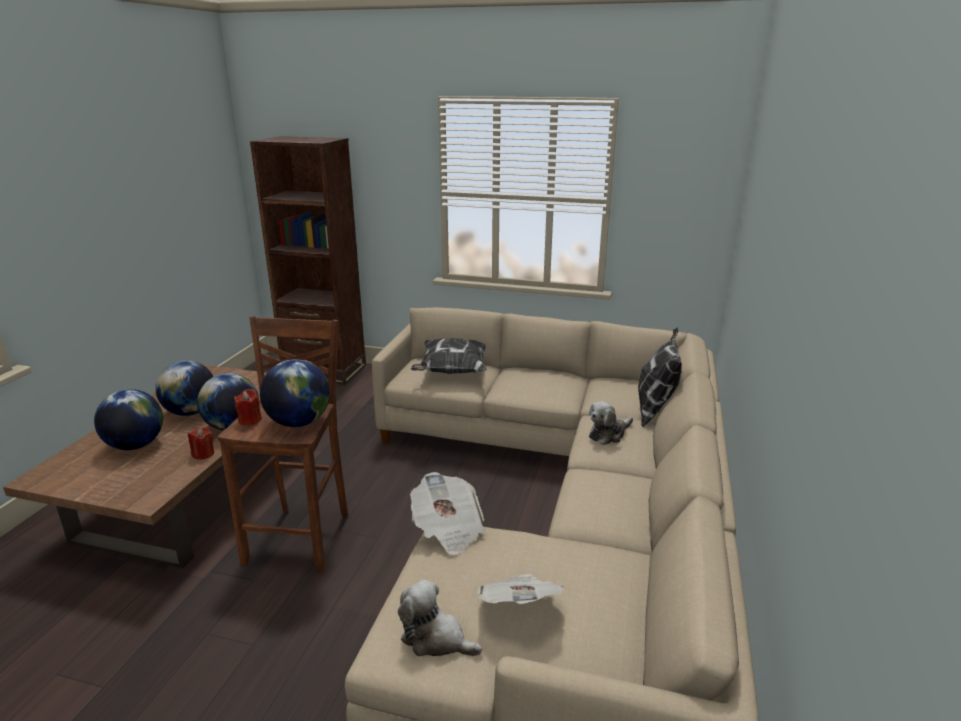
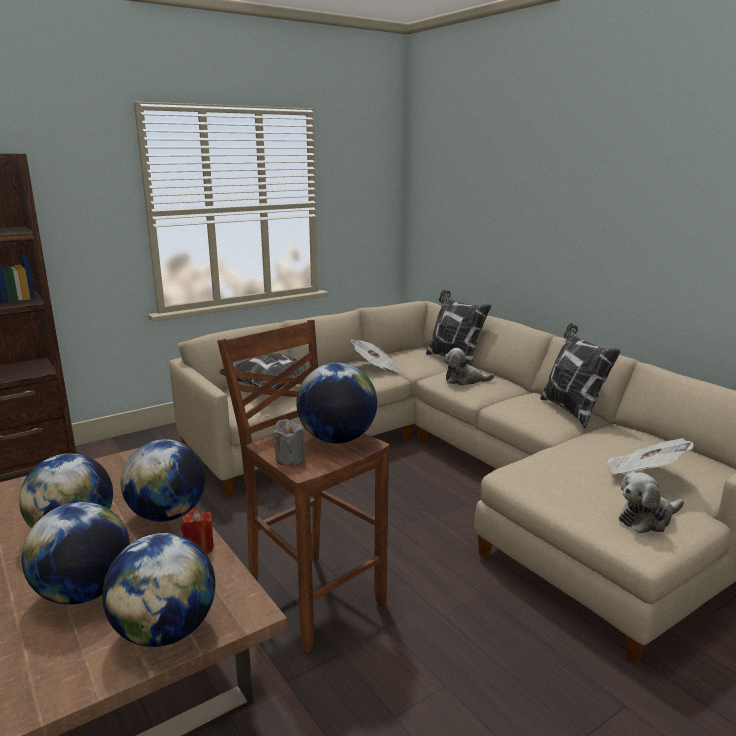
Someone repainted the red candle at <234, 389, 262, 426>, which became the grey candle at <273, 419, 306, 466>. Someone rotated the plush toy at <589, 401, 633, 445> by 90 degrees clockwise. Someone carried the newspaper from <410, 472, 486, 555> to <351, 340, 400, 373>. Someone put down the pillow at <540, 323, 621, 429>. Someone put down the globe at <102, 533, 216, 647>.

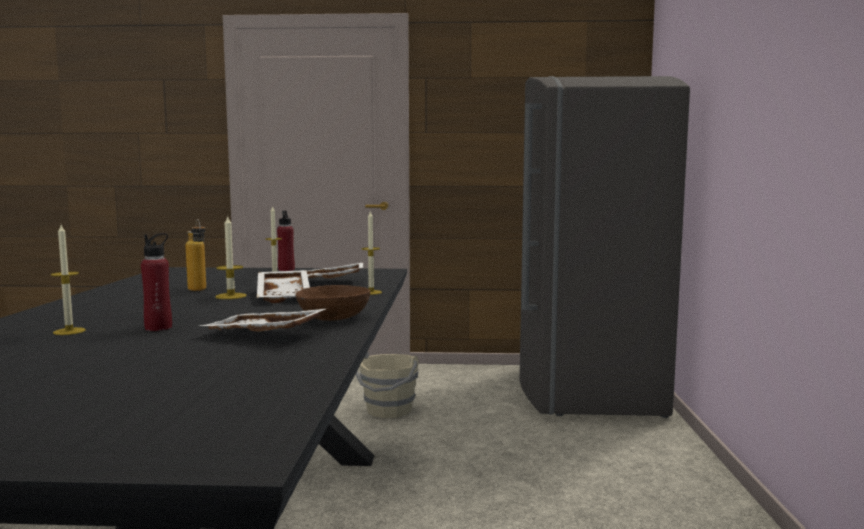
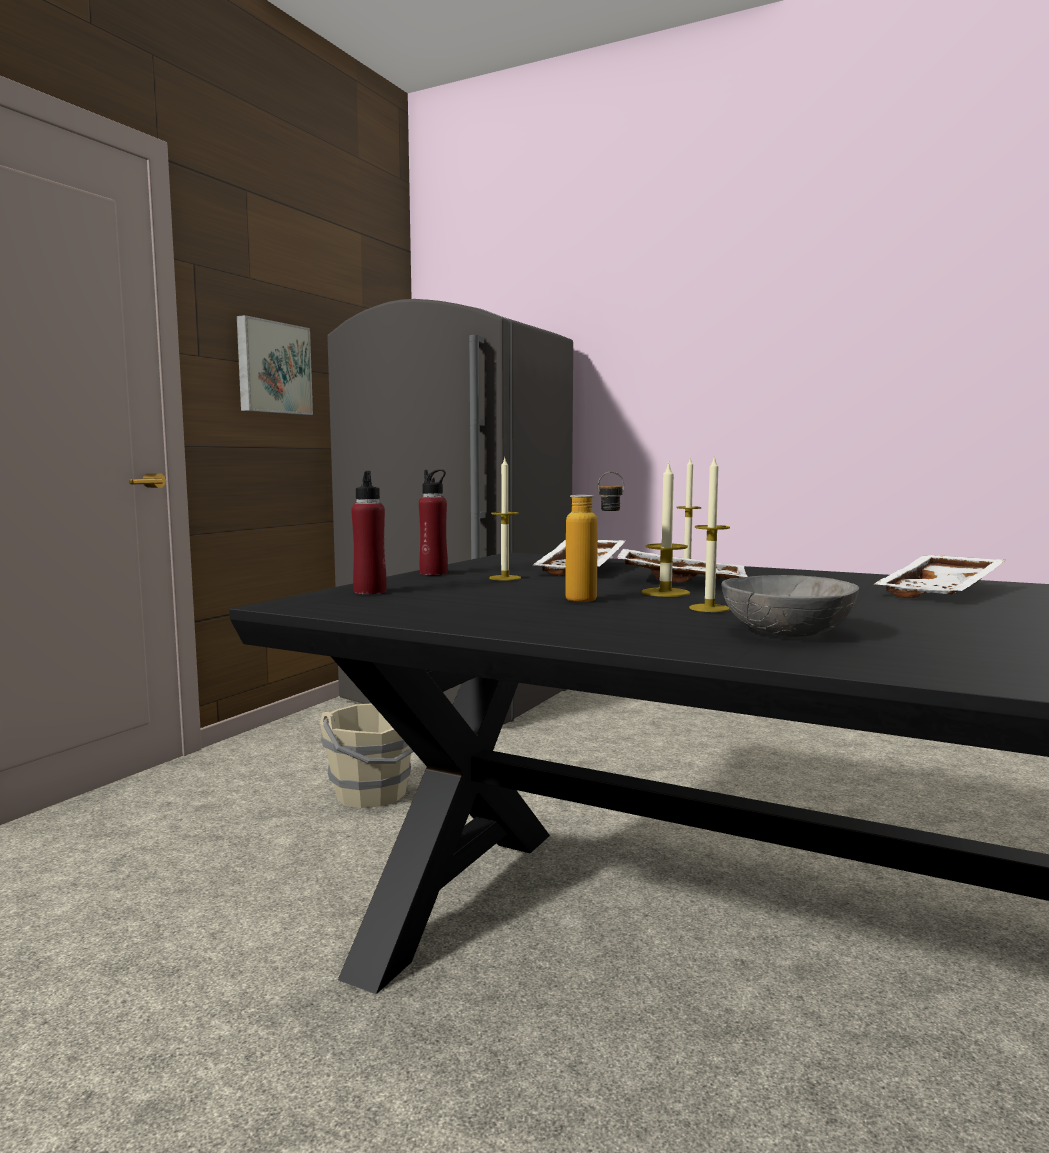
Someone carried the candle from <51, 225, 86, 335> to <689, 456, 730, 612>. Someone carried the red bottle from <141, 233, 172, 331> to <351, 471, 387, 594>. Someone took away the brown bowl at <295, 285, 370, 321>. Someone put up the picture at <237, 315, 313, 415>. Someone put down the grey bowl at <721, 575, 859, 637>.

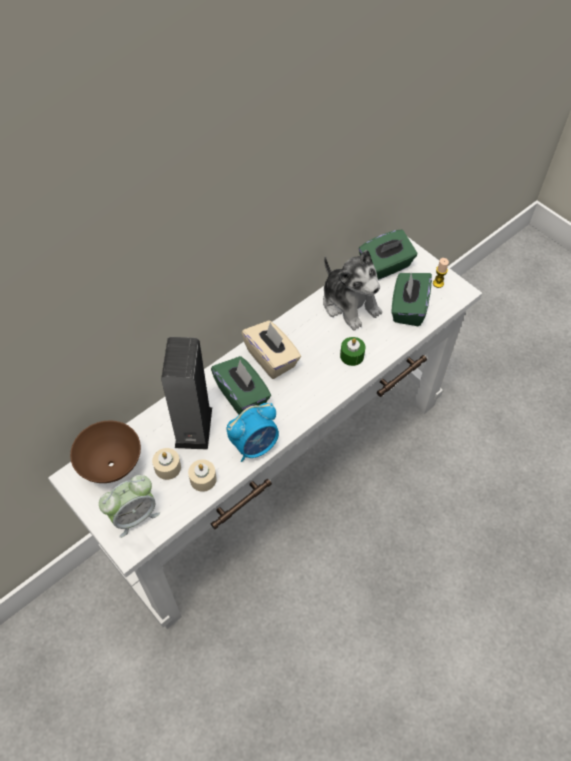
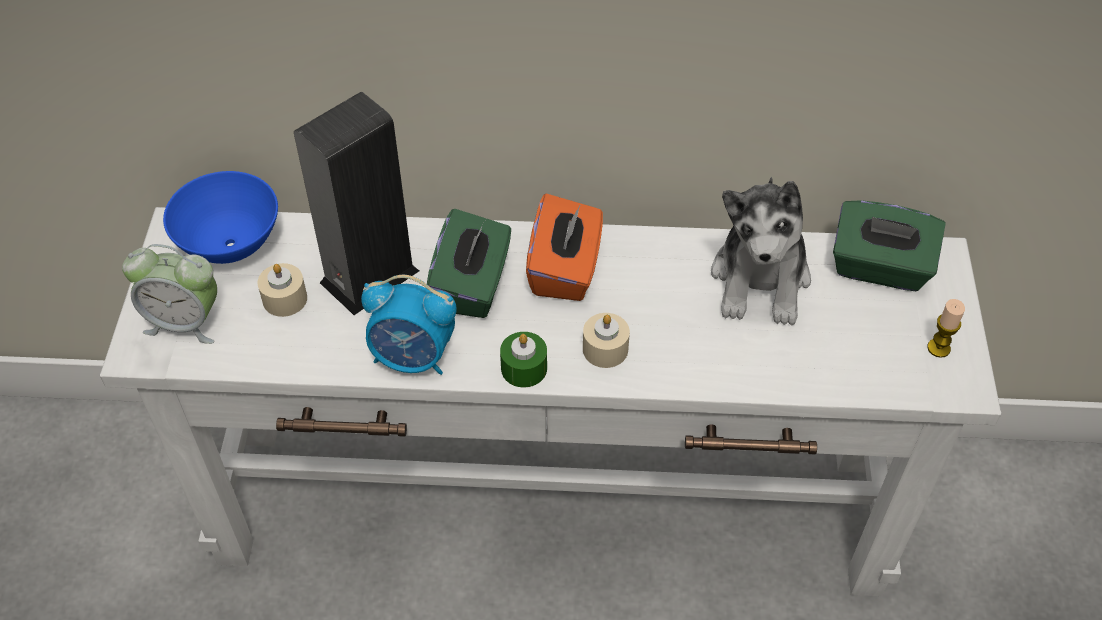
Someone took away the green tissue box at <392, 273, 432, 326>. Someone repainted the beige tissue box at <242, 320, 301, 379>, which became the orange tissue box at <526, 194, 603, 301>. Someone carried the green candle from <340, 337, 366, 366> to <500, 332, 547, 387>. Someone repainted the brown bowl at <70, 421, 141, 483>, which became the blue bowl at <163, 171, 278, 264>. Someone carried the beige candle from <188, 460, 217, 492> to <583, 313, 630, 368>.

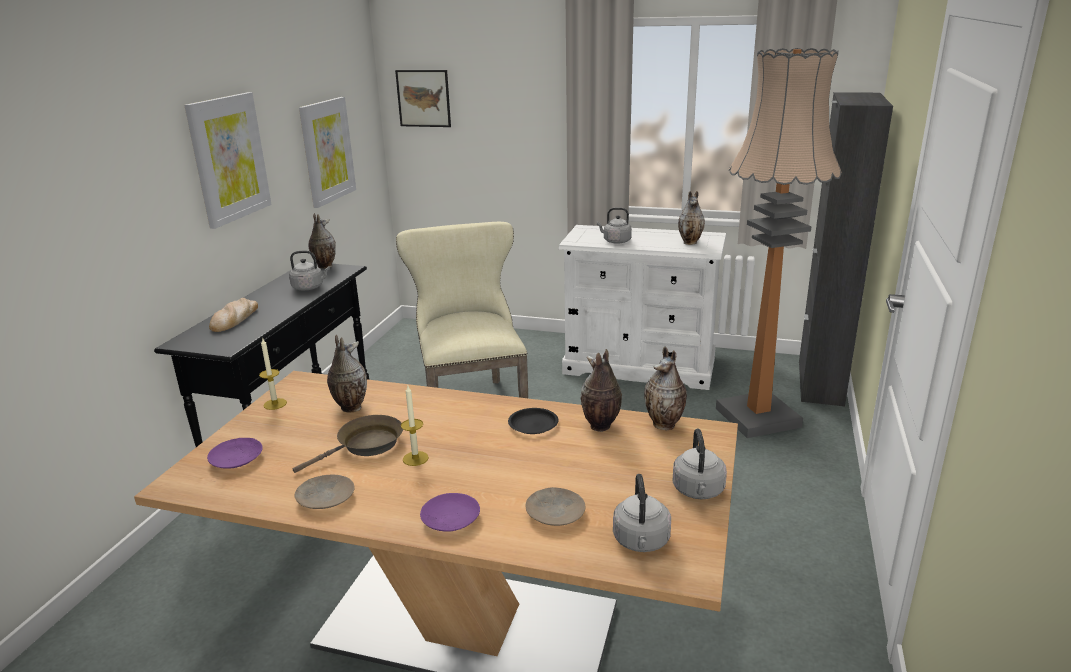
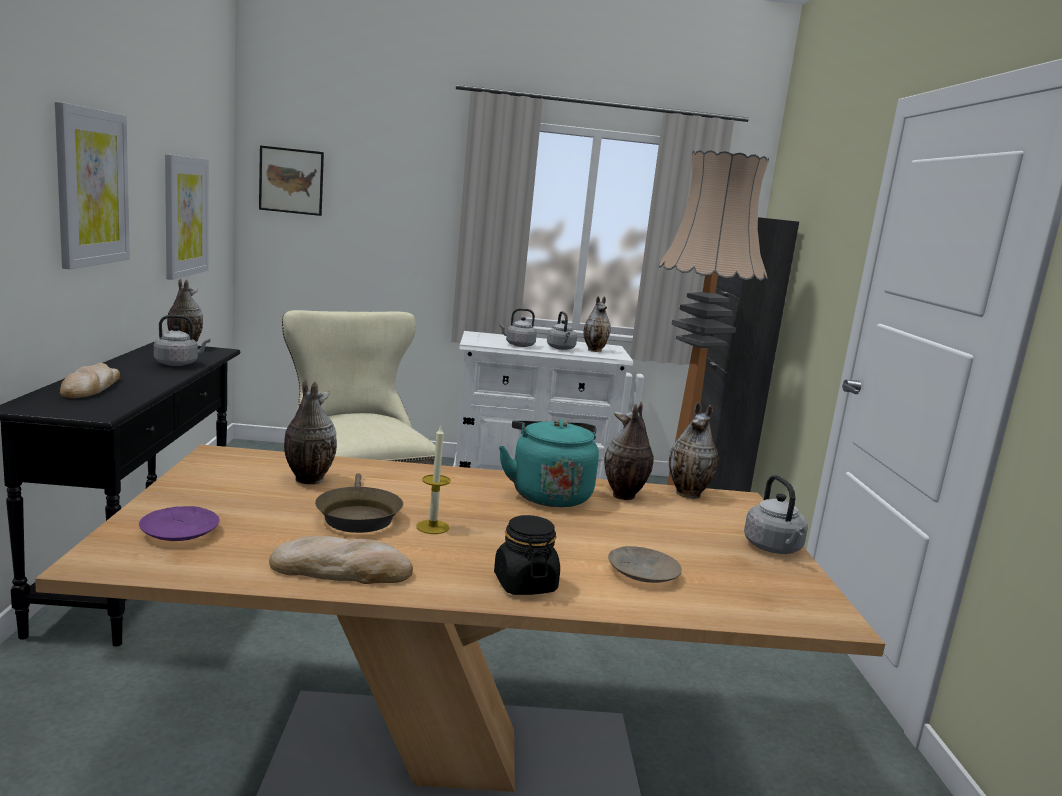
Someone took away the candle at <259, 339, 287, 410>. Someone swapped the black plate at <508, 408, 558, 434> for the turquoise kettle at <499, 419, 599, 507>. Someone rotated the brown frying pan at <293, 415, 403, 473> by 135 degrees clockwise. Someone carried the grey kettle from <613, 474, 671, 552> to <547, 311, 577, 350>. Someone swapped the beige plate at <295, 475, 355, 509> for the bread at <269, 536, 413, 584>. Someone swapped the purple plate at <420, 493, 480, 532> for the black jar at <494, 515, 560, 595>.

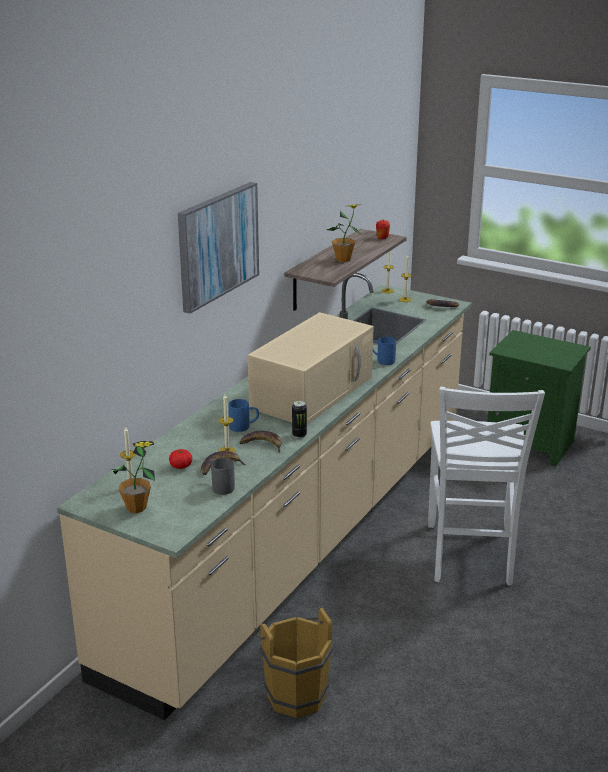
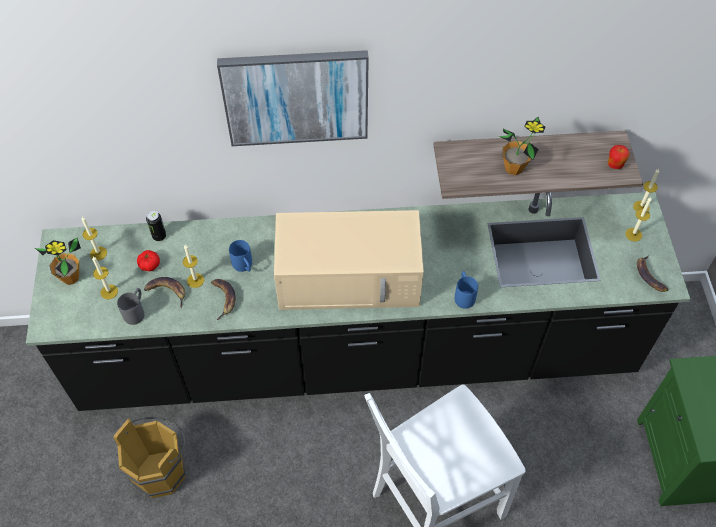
Someone repainted the beige counter at <57, 273, 472, 720>, which became the black counter at <26, 192, 690, 411>. Someone carried the can from <292, 401, 307, 438> to <146, 211, 166, 241>. Someone put down the candle at <92, 256, 118, 299>.

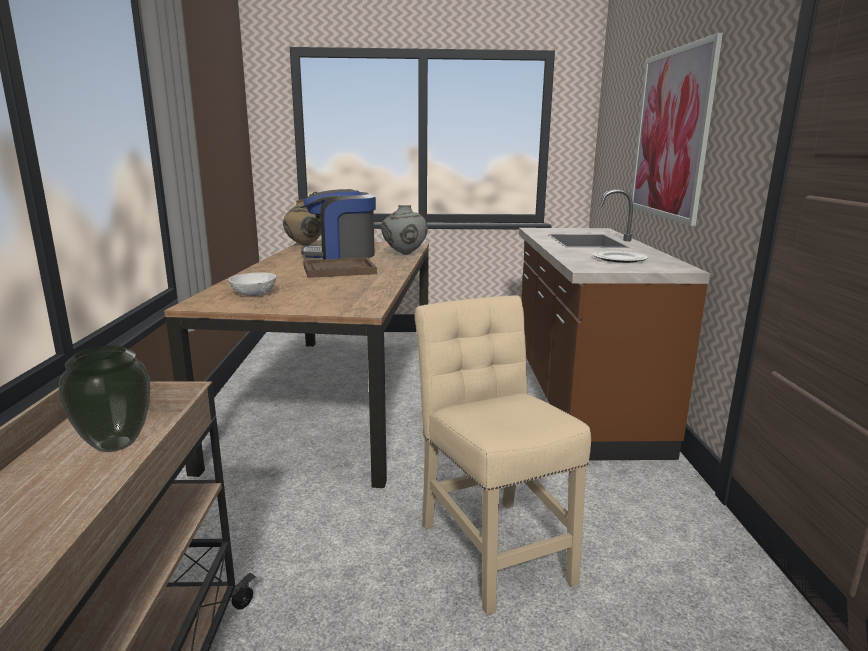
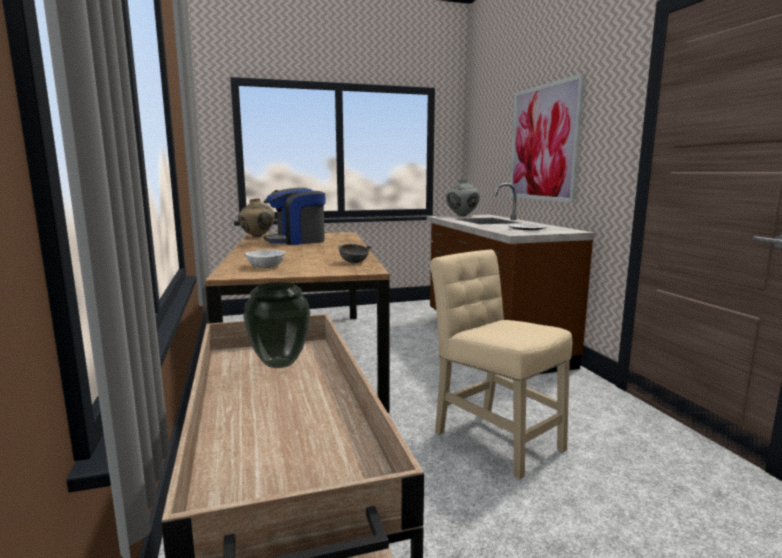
Someone carried the grey vase from <381, 205, 428, 255> to <446, 180, 480, 216>. Someone took away the brown tray at <303, 258, 377, 278>. Someone put down the grey bowl at <338, 244, 371, 263>.

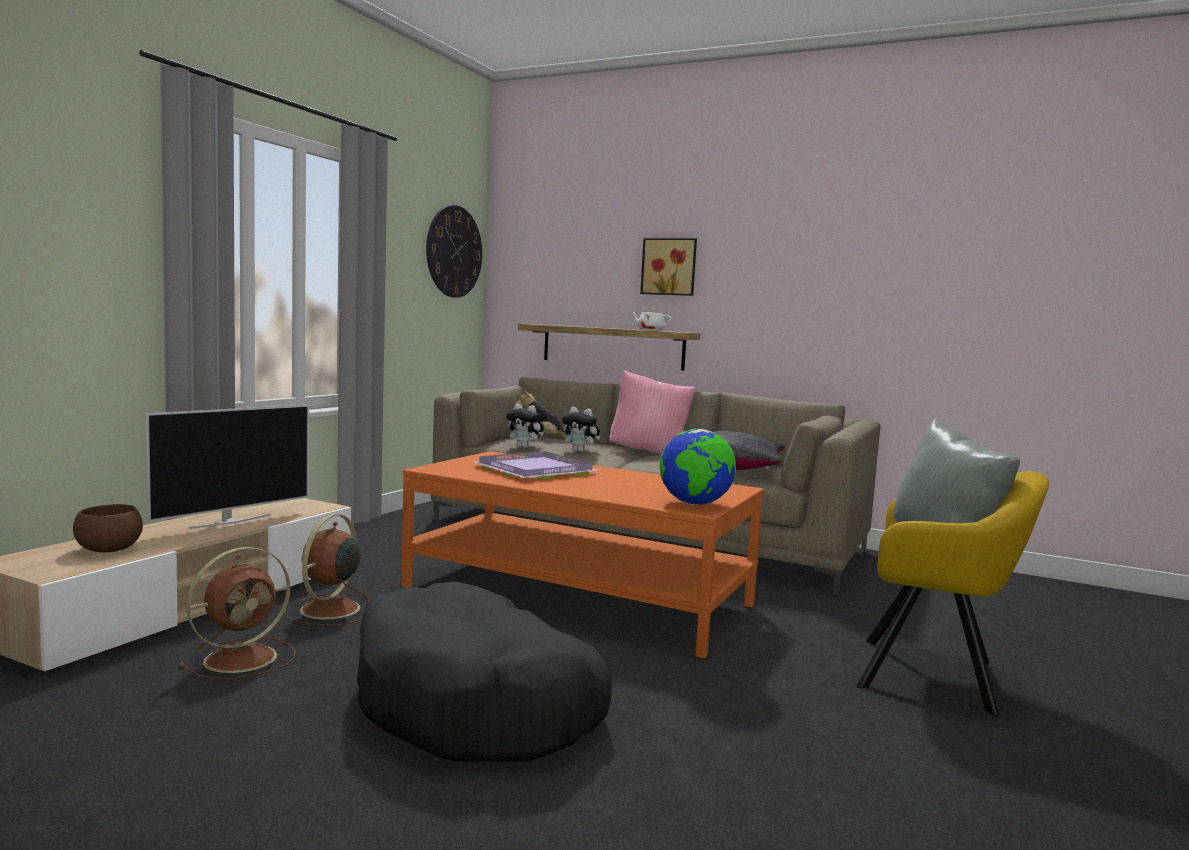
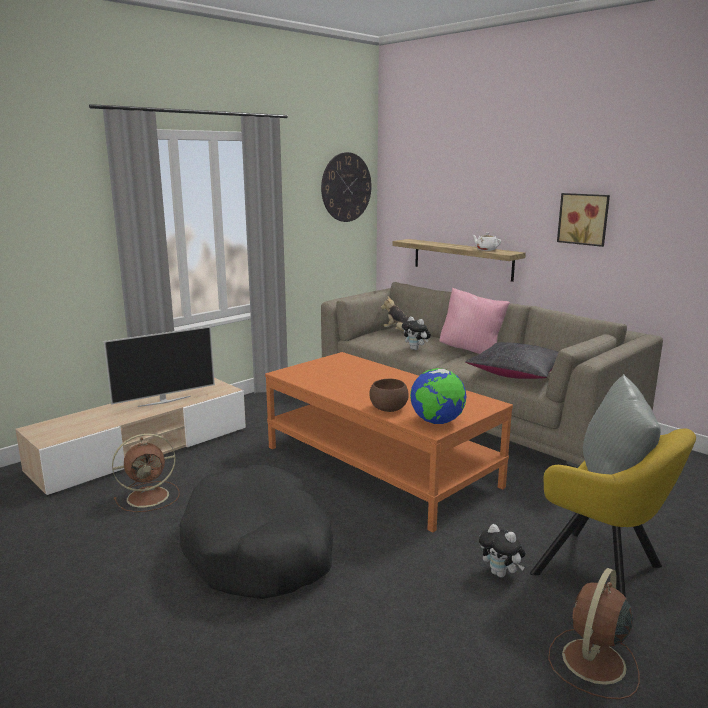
Someone carried the picture from <640, 238, 697, 296> to <557, 193, 610, 247>. Someone carried the plush toy from <506, 404, 544, 448> to <479, 524, 525, 578>. Someone took away the purple tray at <473, 451, 600, 479>. Someone carried the brown bowl from <73, 504, 143, 552> to <369, 379, 409, 412>. Someone carried the brown fan from <285, 514, 370, 626> to <548, 568, 640, 699>.

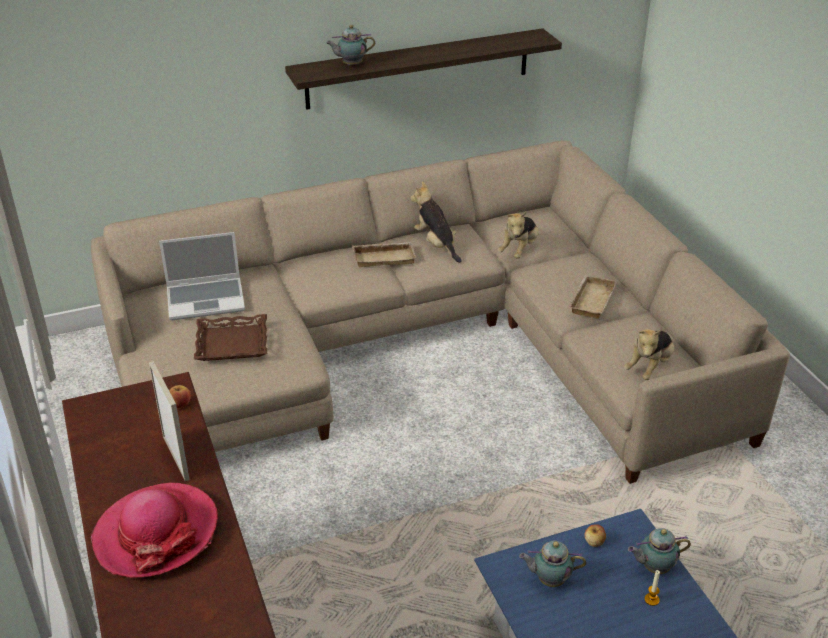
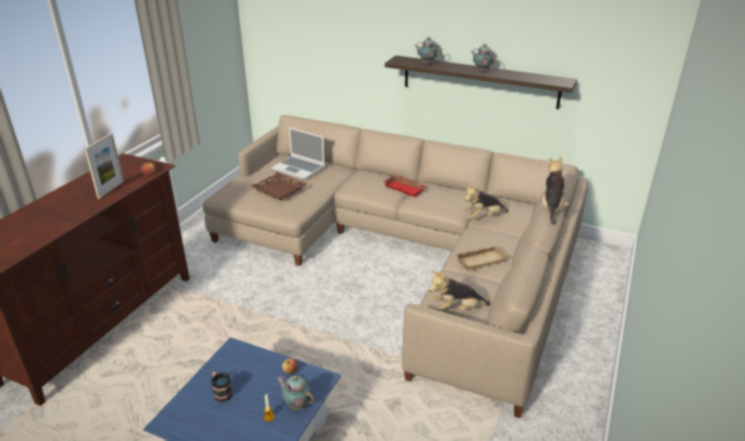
Someone carried the plush toy from <410, 181, 462, 263> to <542, 157, 569, 225>. Someone repainted the beige tray at <352, 242, 416, 267>, which became the red tray at <383, 175, 427, 197>. Someone took away the hat at <91, 483, 218, 578>. Someone carried the teapot from <519, 541, 586, 587> to <471, 44, 496, 72>. Someone put down the mug at <211, 371, 233, 402>.

